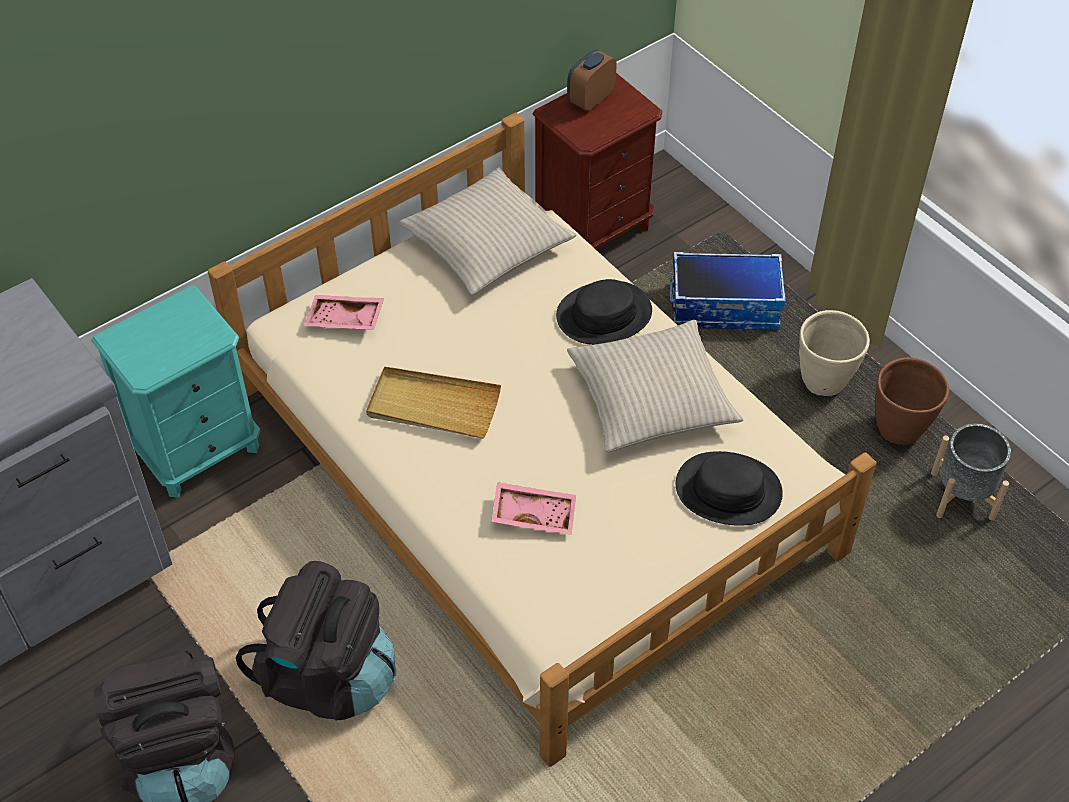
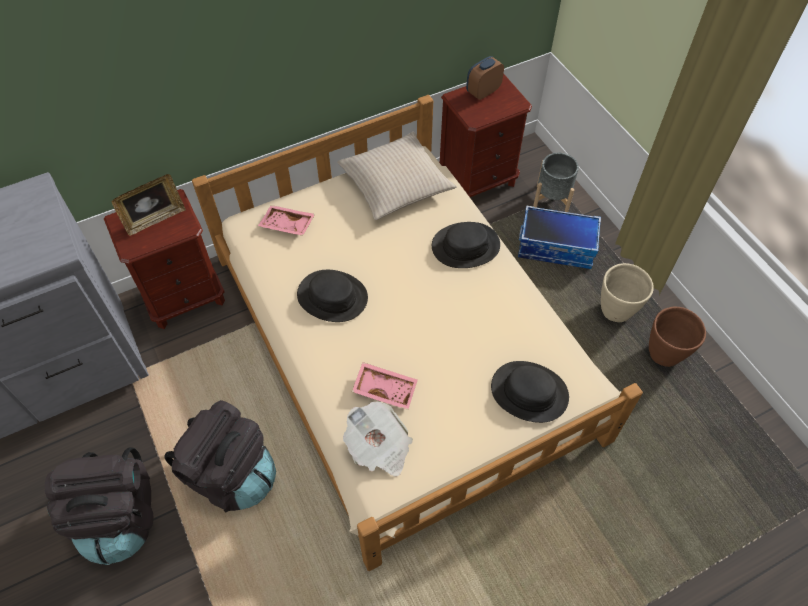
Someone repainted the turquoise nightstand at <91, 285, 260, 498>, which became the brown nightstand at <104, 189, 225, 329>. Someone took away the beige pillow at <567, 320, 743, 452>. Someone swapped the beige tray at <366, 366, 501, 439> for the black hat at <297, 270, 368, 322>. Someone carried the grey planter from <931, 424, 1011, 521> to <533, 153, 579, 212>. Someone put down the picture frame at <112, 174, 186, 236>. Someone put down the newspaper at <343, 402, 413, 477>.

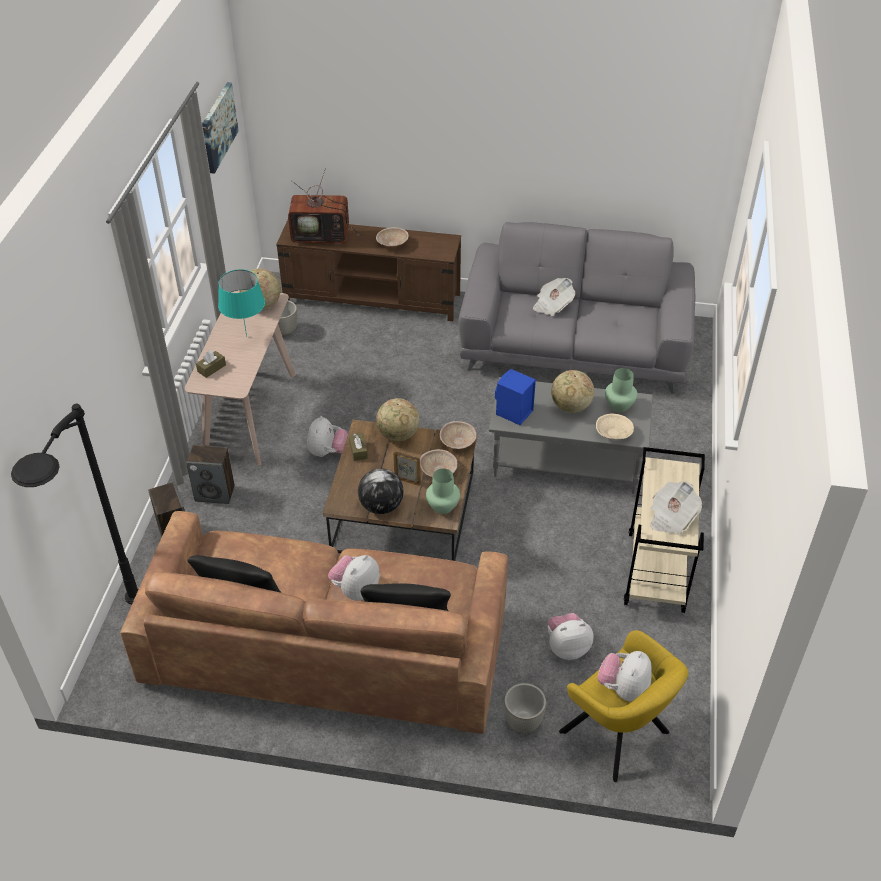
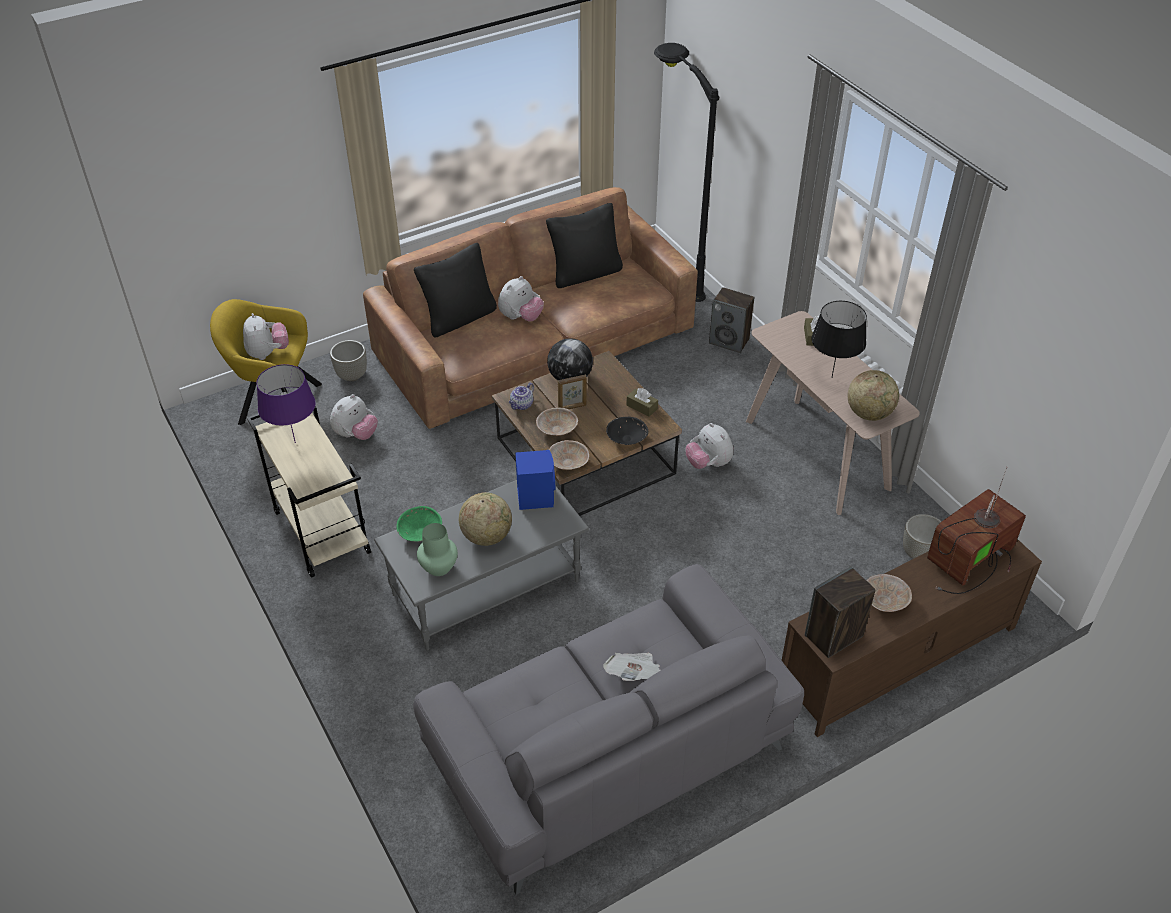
Someone took away the picture at <202, 82, 239, 174>. Someone repainted the turquoise table lamp at <218, 269, 265, 337>, which became the black table lamp at <811, 301, 867, 377>. Someone swapped the globe at <376, 398, 419, 441> for the black bowl at <606, 417, 648, 445>. Someone repainted the beige bowl at <596, 413, 634, 440>, which became the green bowl at <396, 506, 442, 542>. Someone carried the speaker from <186, 445, 235, 504> to <805, 566, 876, 658>. Someone swapped the green vase at <426, 469, 460, 514> for the teapot at <509, 383, 534, 410>. Someone swapped the newspaper at <650, 481, 702, 535> for the purple table lamp at <257, 364, 316, 443>. Someone rotated the plush toy at <328, 555, 380, 601> by 45 degrees clockwise.

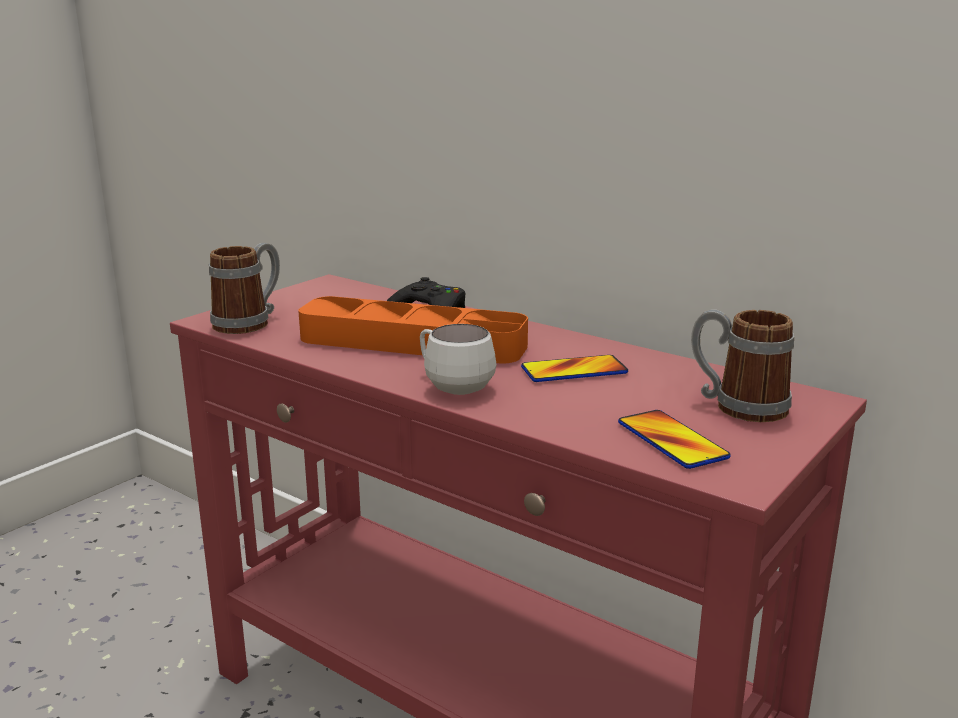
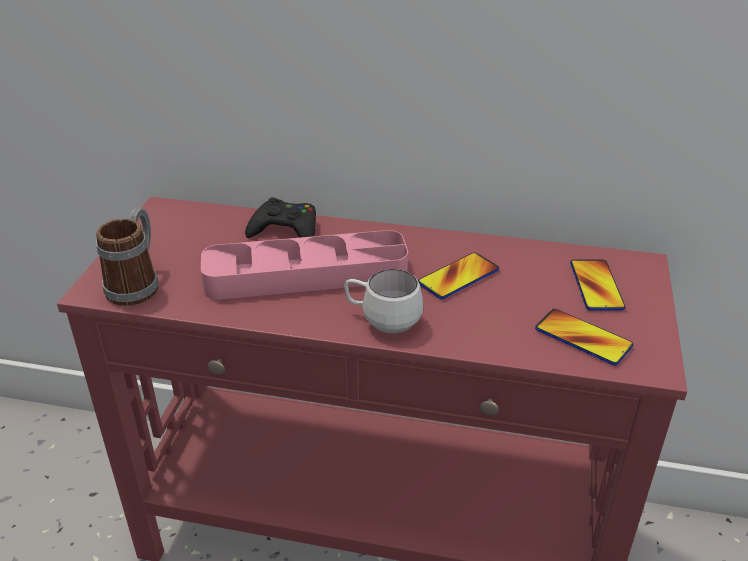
Someone repainted the orange tray at <298, 296, 528, 364>, which became the pink tray at <201, 230, 408, 300>. Someone swapped the mug at <691, 310, 794, 422> for the phone at <570, 260, 626, 310>.

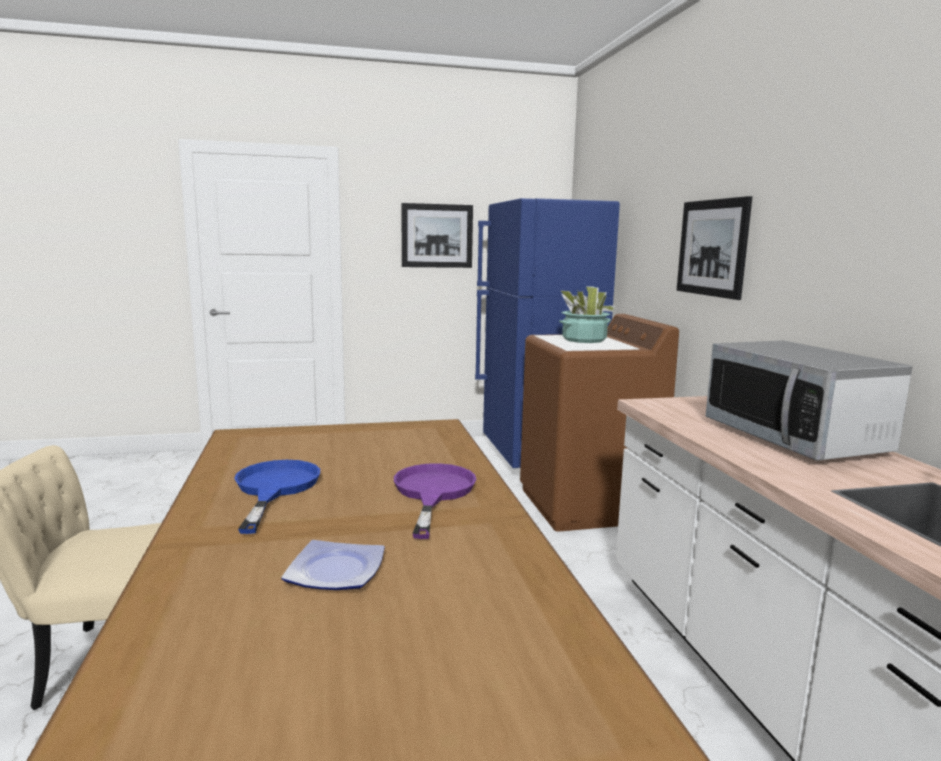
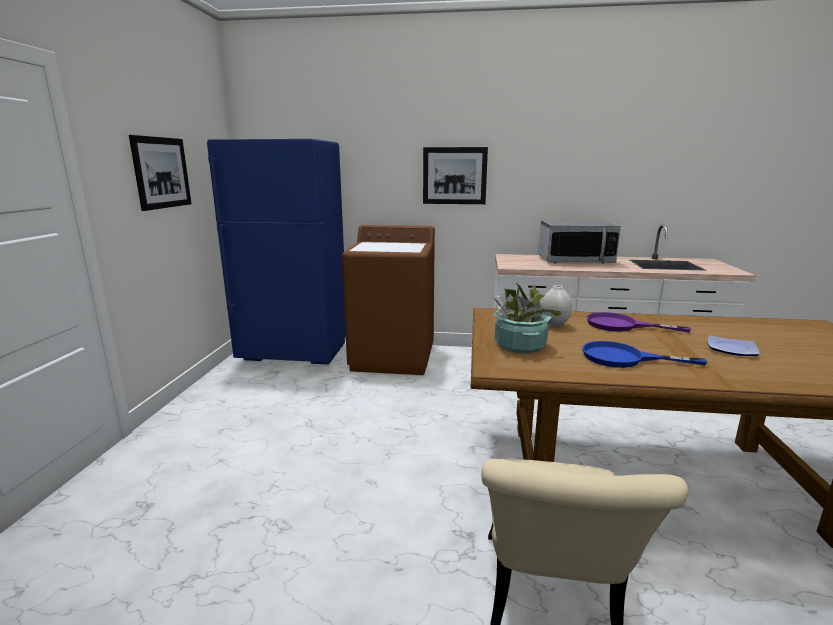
Someone carried the potted plant from <559, 286, 615, 343> to <493, 283, 567, 353>. Someone put down the white vase at <541, 285, 572, 328>.

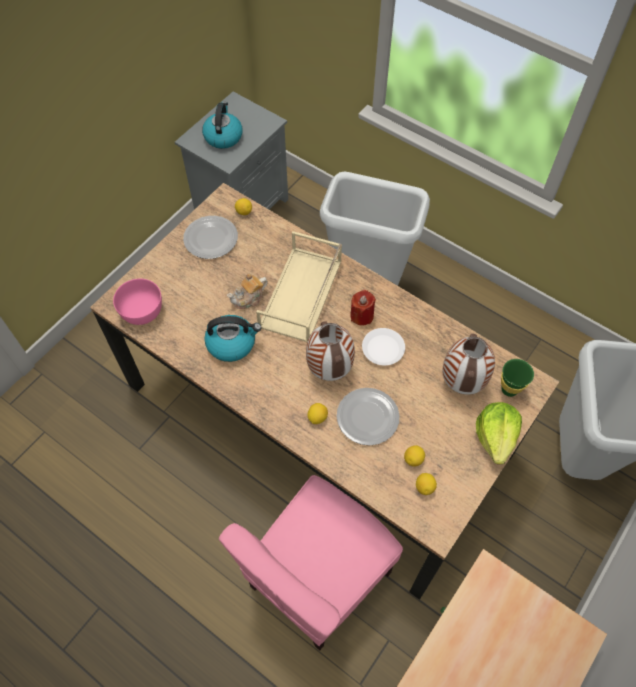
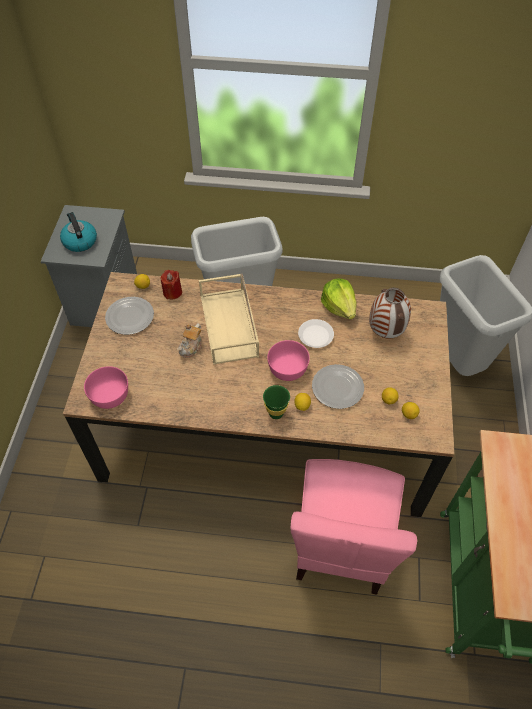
Someone carried the red candle from <350, 290, 376, 326> to <160, 270, 182, 299>. Someone took away the kettle at <204, 315, 262, 362>. Someone swapped the vase at <306, 321, 355, 381> for the pink bowl at <267, 340, 310, 381>. Someone carried the green cup from <501, 359, 534, 397> to <263, 385, 290, 419>. Someone carried the lettuce from <476, 402, 522, 465> to <321, 278, 357, 320>.

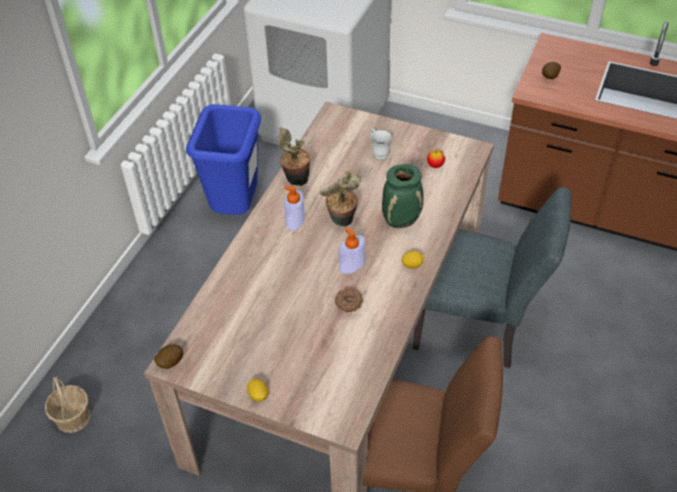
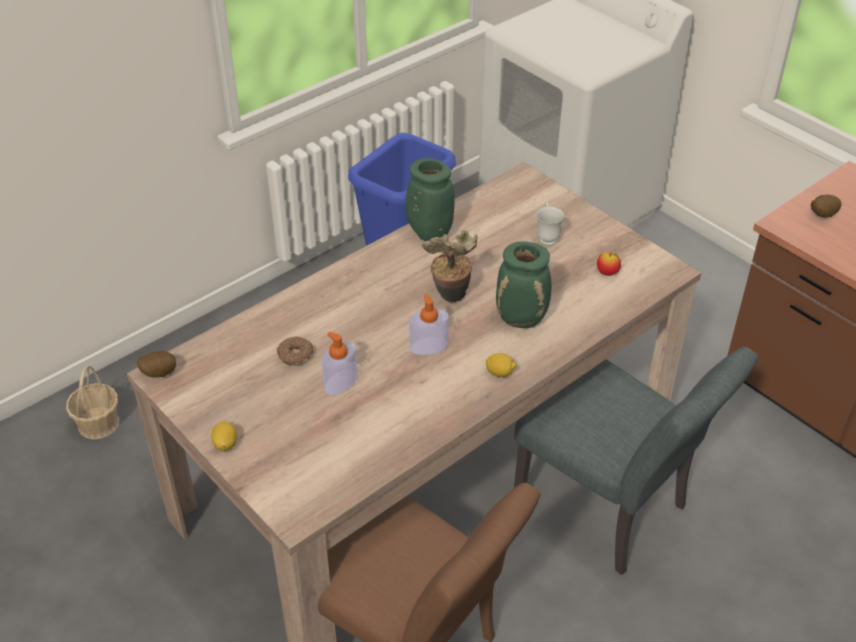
Someone swapped the potted plant at <278, 127, 310, 186> for the green vase at <406, 158, 455, 241>. Someone carried the soap dispenser from <284, 186, 305, 230> to <322, 332, 357, 395>. Someone carried the donut from <334, 288, 363, 312> to <277, 336, 313, 366>.

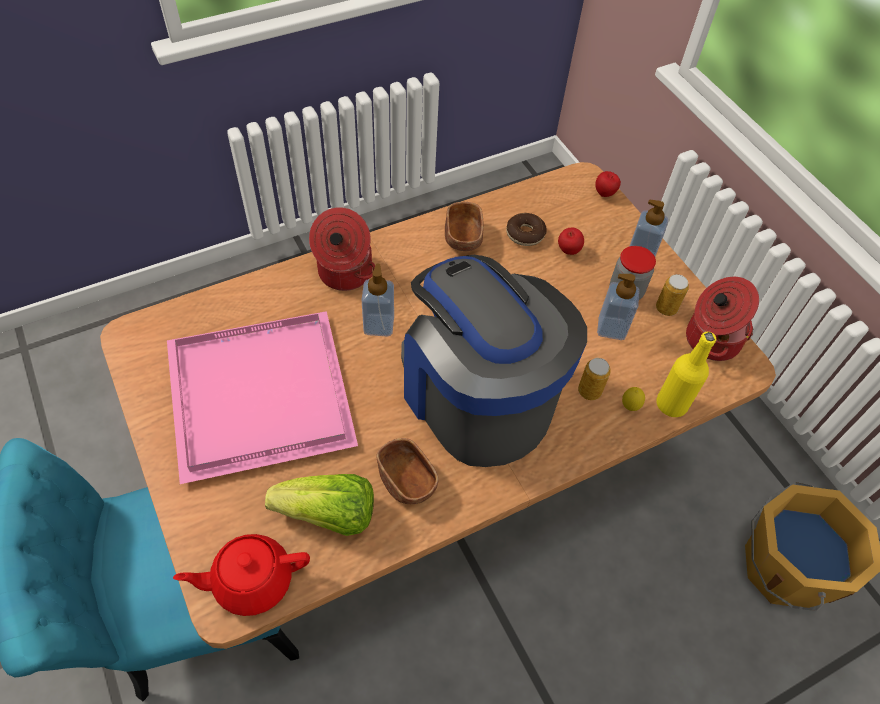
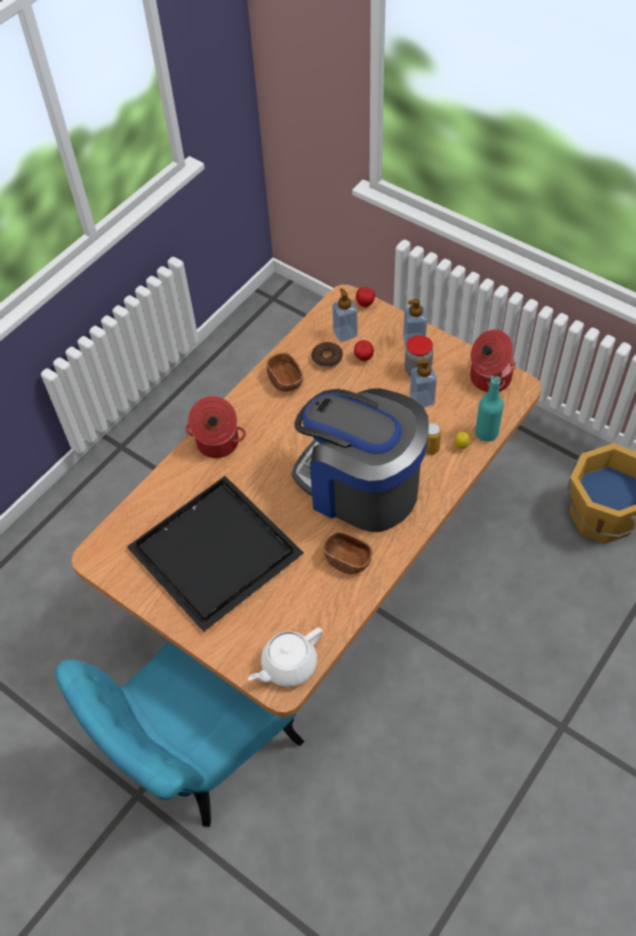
Someone carried the soap dispenser from <361, 264, 394, 336> to <332, 288, 358, 342>. Someone took away the can at <656, 274, 689, 316>. Someone repainted the pink tray at <167, 311, 358, 484>, which became the black tray at <127, 476, 304, 632>. Someone repainted the yellow bottle at <656, 332, 716, 417>, which became the turquoise bottle at <475, 376, 504, 442>. Someone took away the lettuce at <265, 474, 374, 536>. Someone repainted the red teapot at <173, 534, 310, 616>, which became the white teapot at <248, 628, 323, 687>.

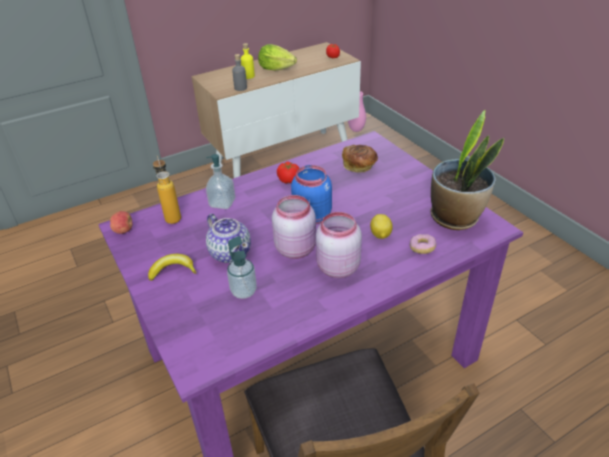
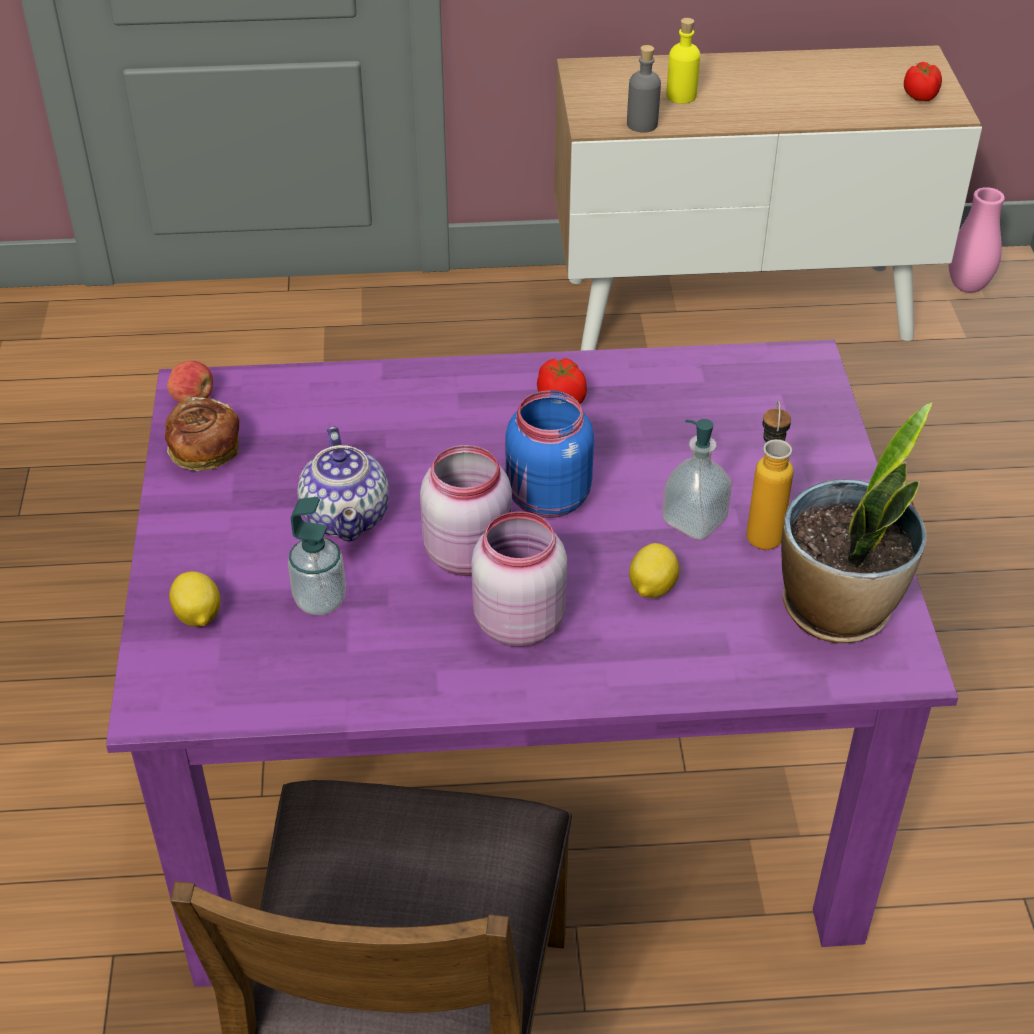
Someone took away the lettuce at <258, 44, 297, 71>. Someone carried the bread from <342, 145, 378, 173> to <165, 397, 239, 471>. Someone carried the soap dispenser from <206, 154, 235, 209> to <662, 419, 732, 540>. Someone carried the bottle from <153, 156, 181, 224> to <747, 400, 793, 550>. Someone took away the donut at <410, 234, 436, 254>. Someone took away the banana at <148, 254, 196, 281>. Someone put down the lemon at <169, 571, 220, 627>.

